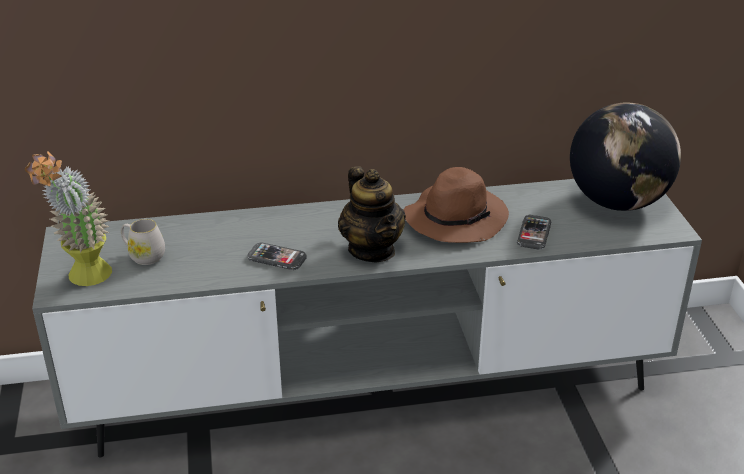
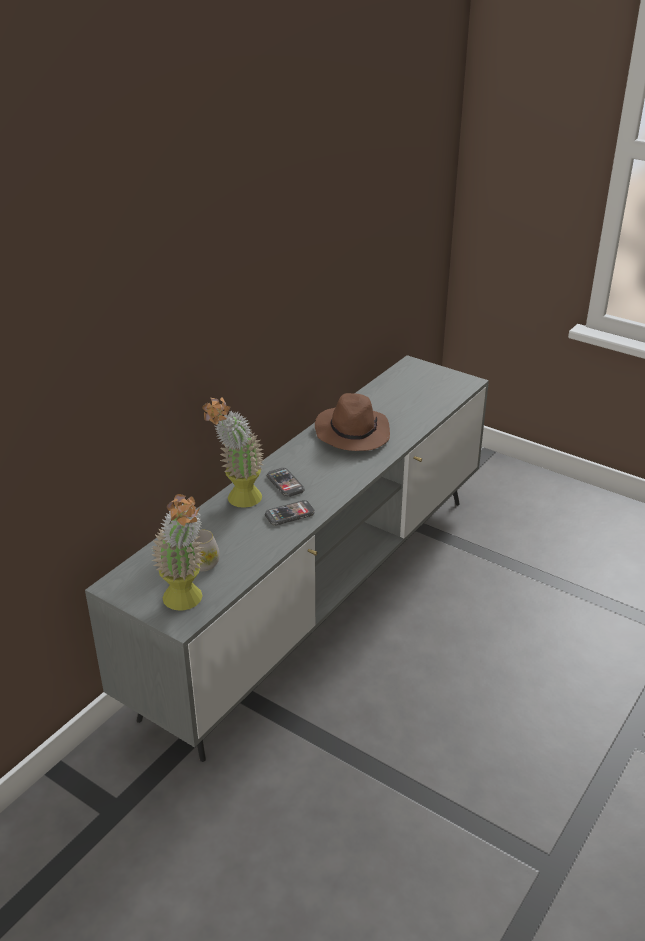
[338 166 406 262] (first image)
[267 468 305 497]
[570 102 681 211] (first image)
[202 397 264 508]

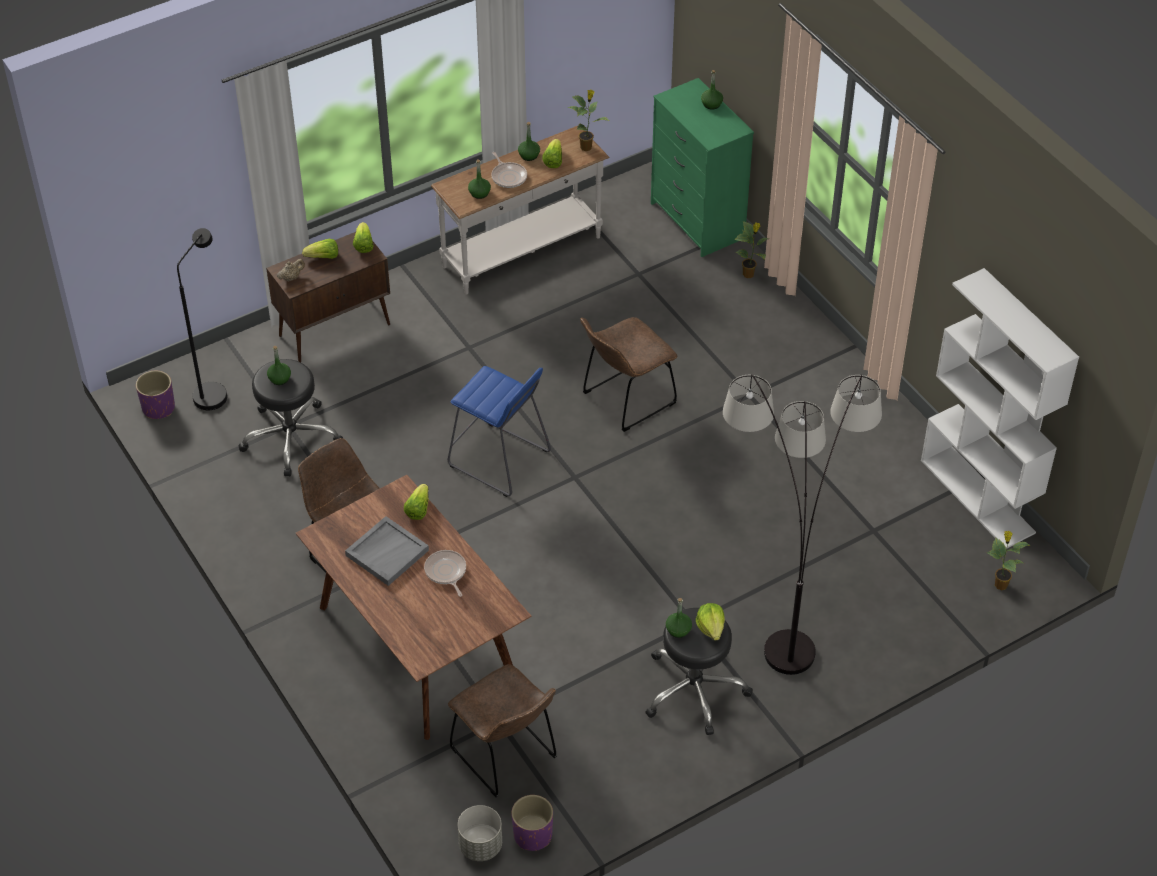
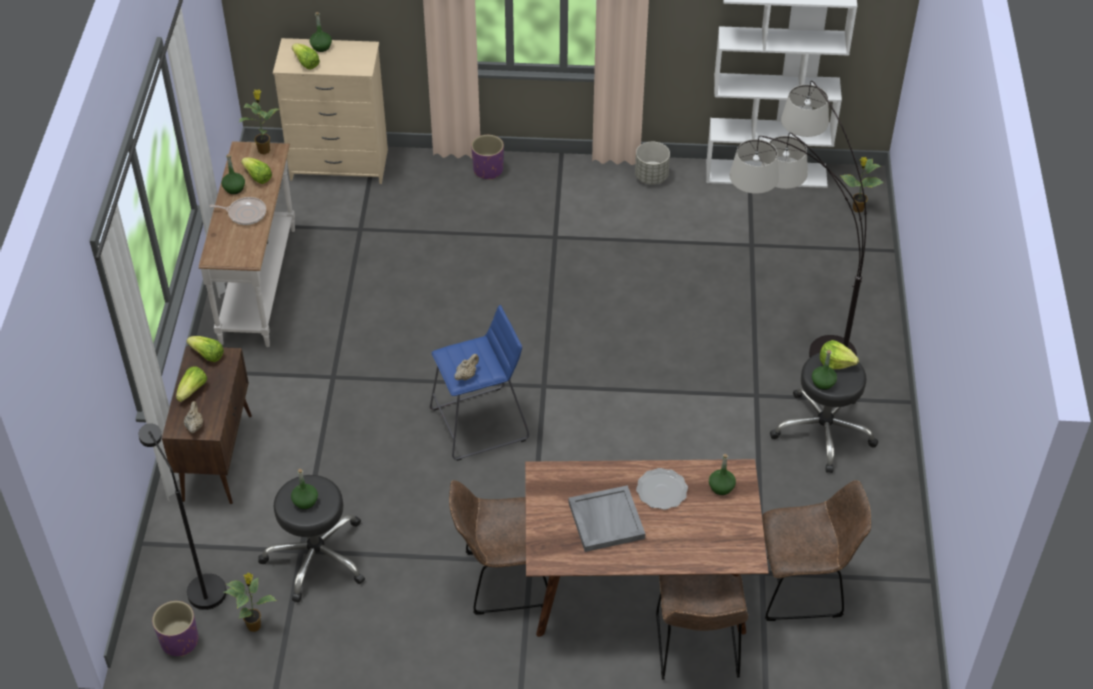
[292 43 320 70]
[636 468 688 510]
[635 142 670 184]
[709 454 736 495]
[471 135 504 180]
[656 574 748 680]
[273 38 388 184]
[223 573 277 632]
[454 354 479 381]

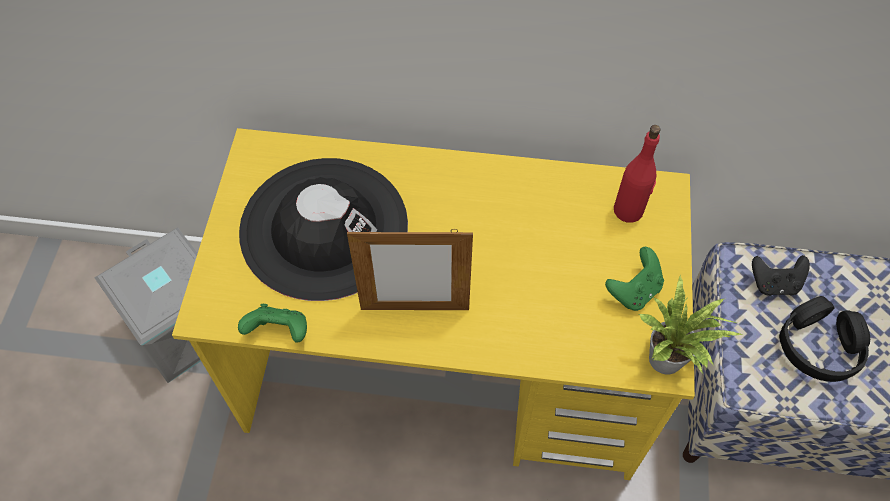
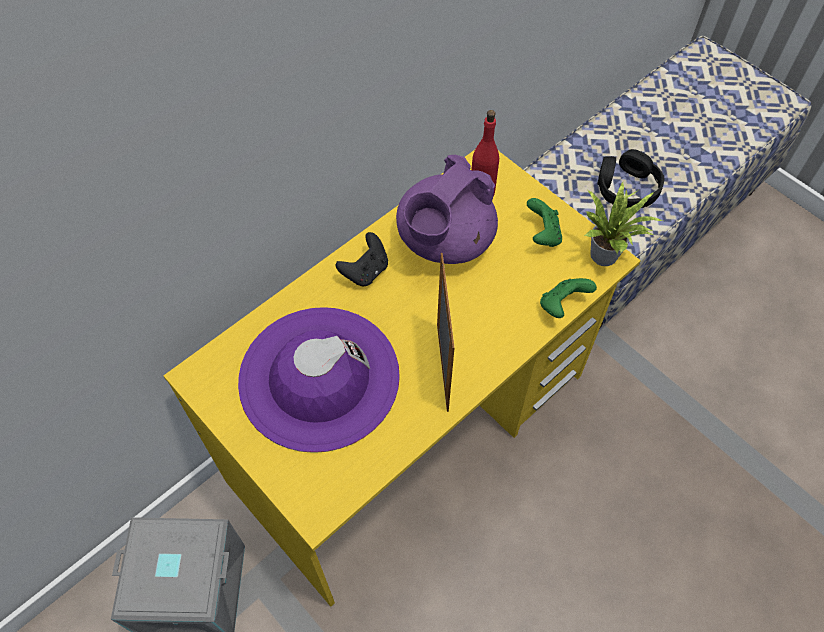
[540 278 597 318]
[238 307 400 453]
[437 253 455 412]
[336 232 388 287]
[396 155 498 264]

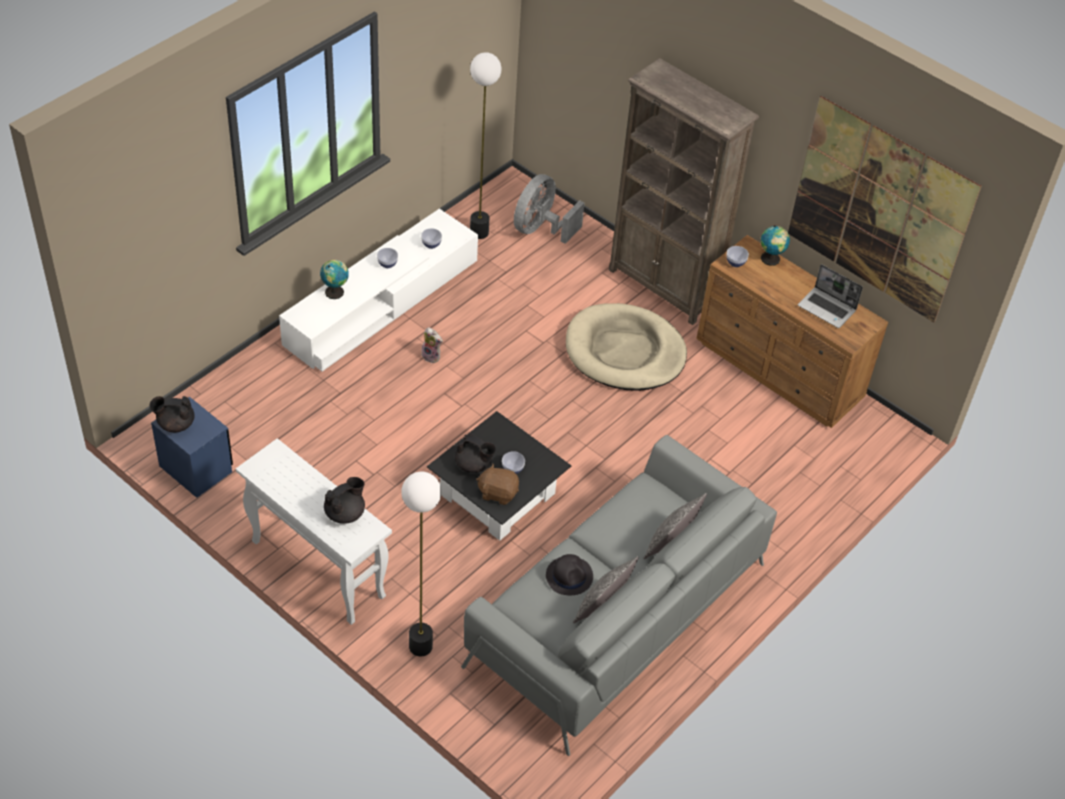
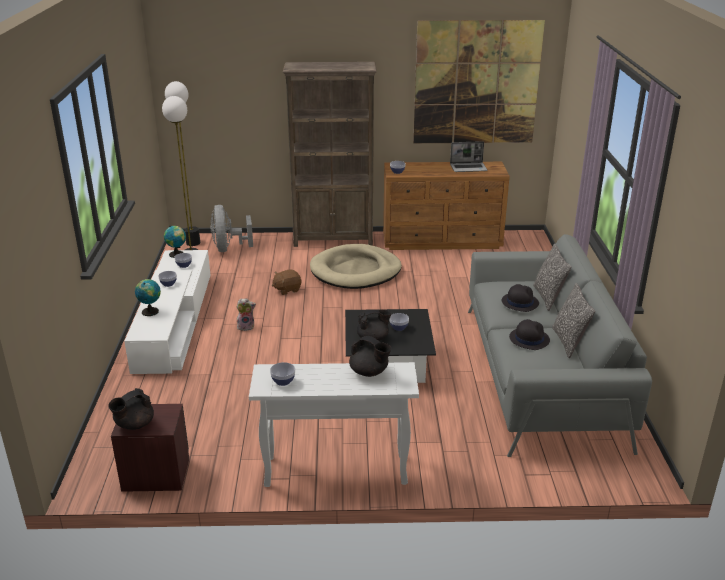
[111 404 189 492]
[349 336 392 377]
[165 81 200 246]
[272 269 301 295]
[164 226 186 258]
[270 362 295 386]
[502 284 539 312]

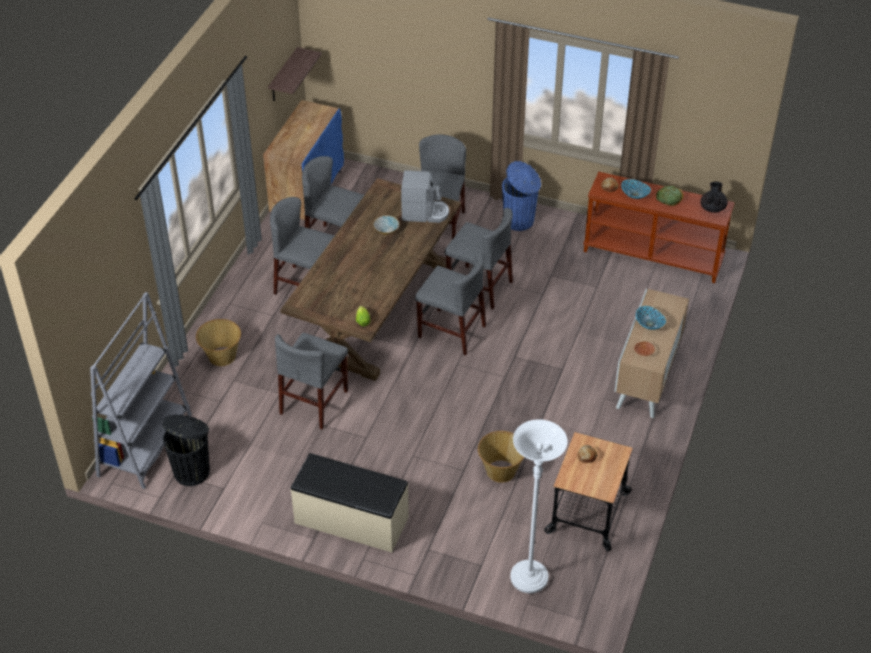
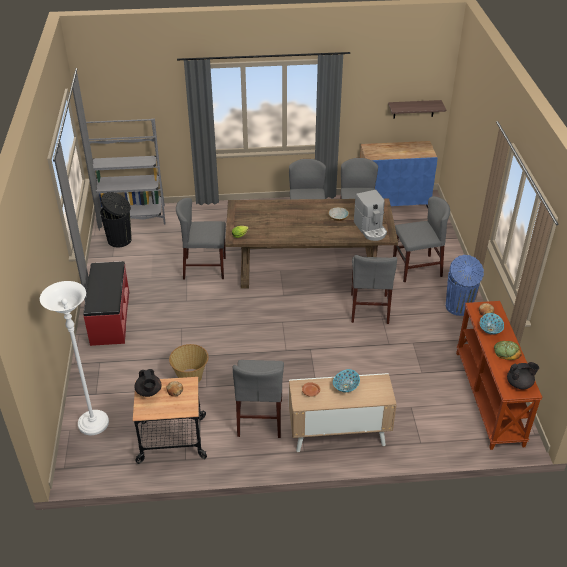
[196 319 241 366] (first image)
[83 261 129 346]
[233 360 284 438]
[134 369 162 397]

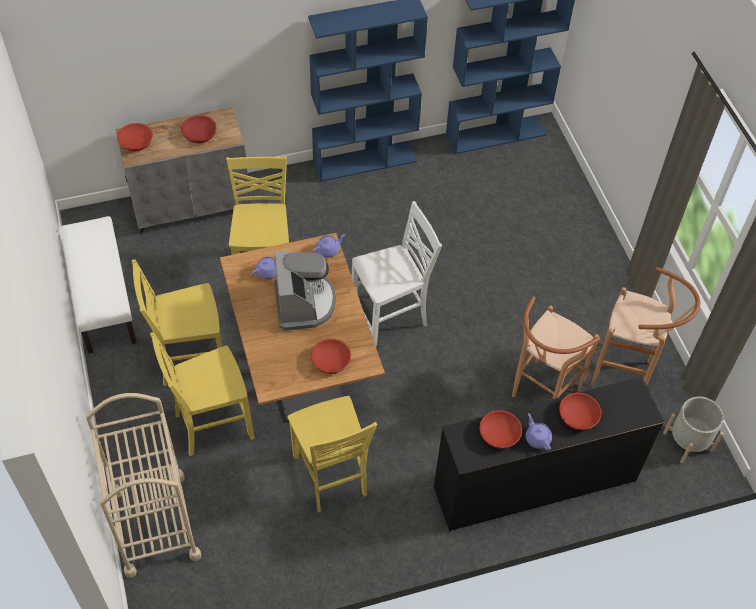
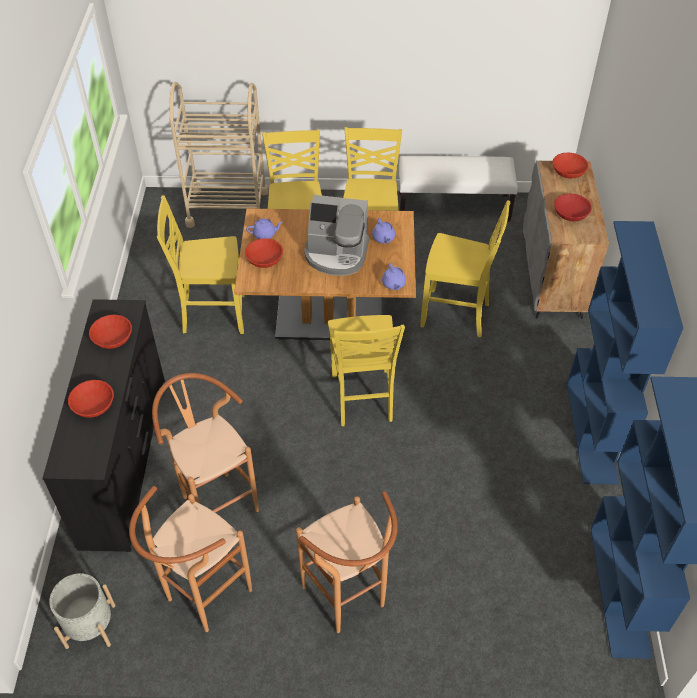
[328 315 405 426]
[246 218 283 239]
[296 491 398 633]

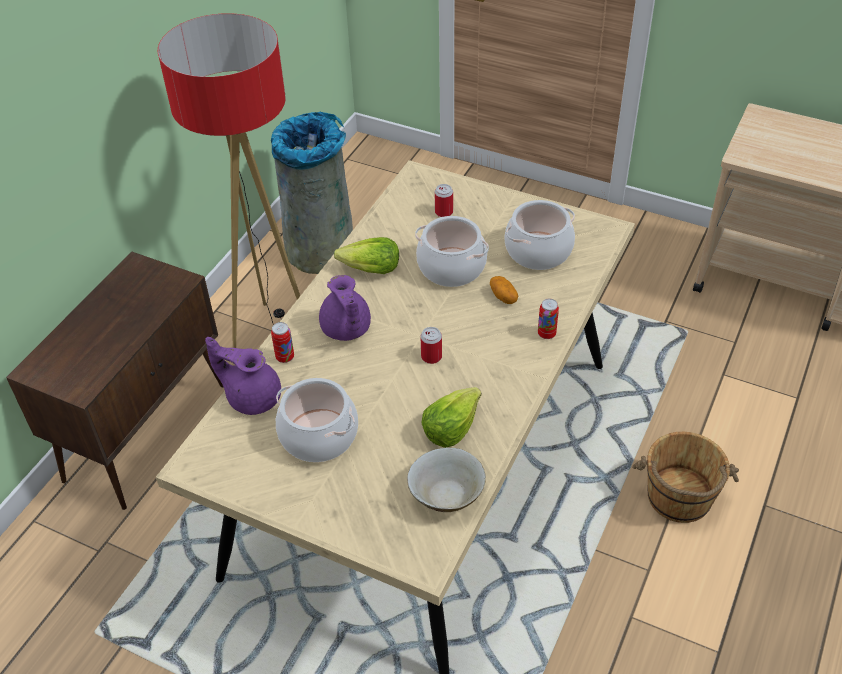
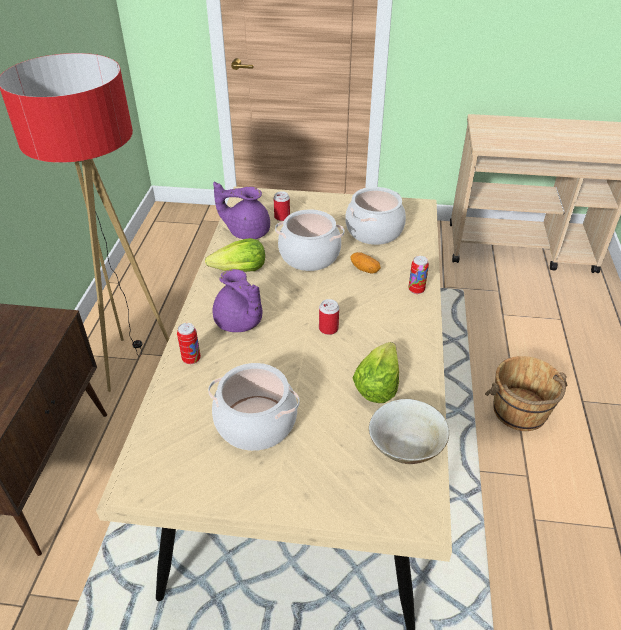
[213 182 270 239]
[271 112 353 274] (first image)

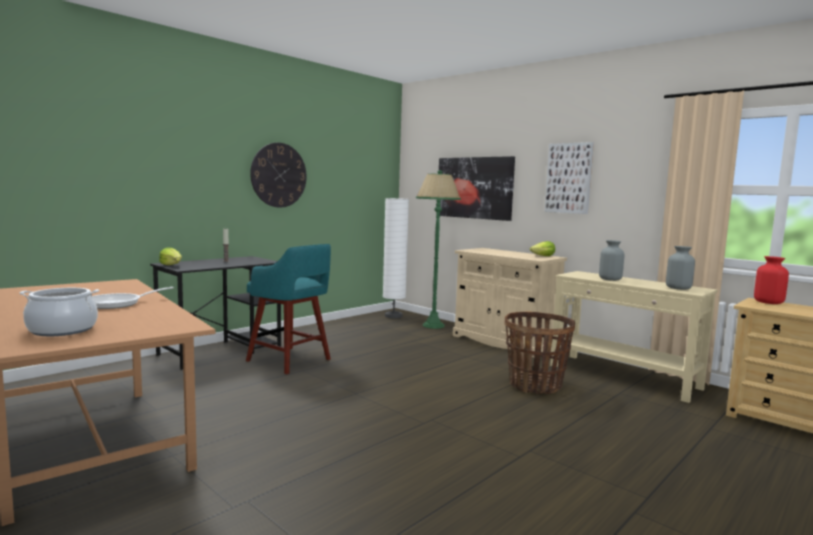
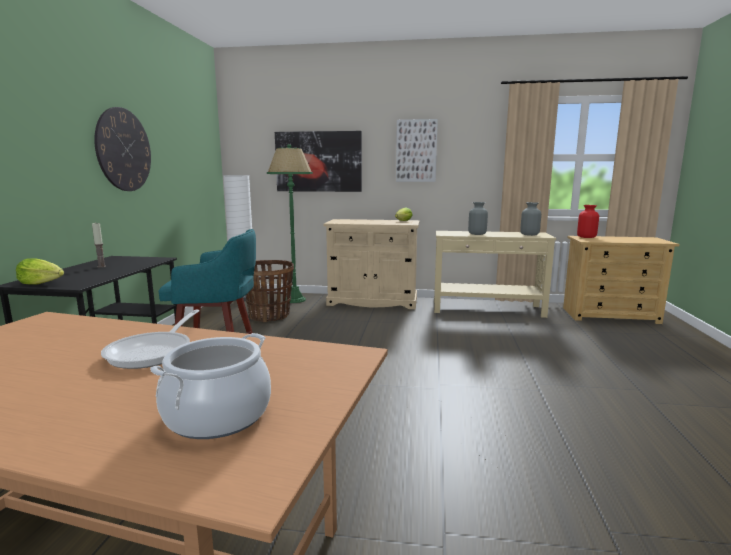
[245 260 294 322]

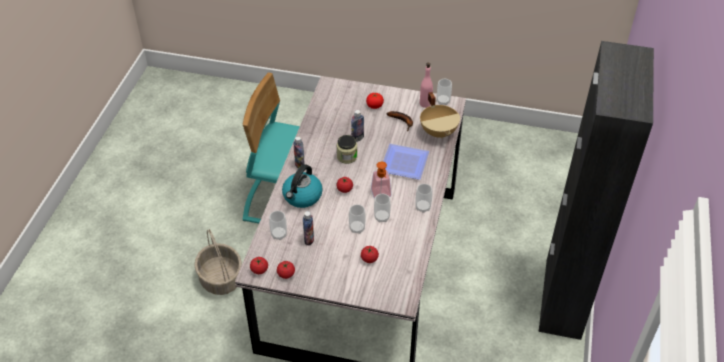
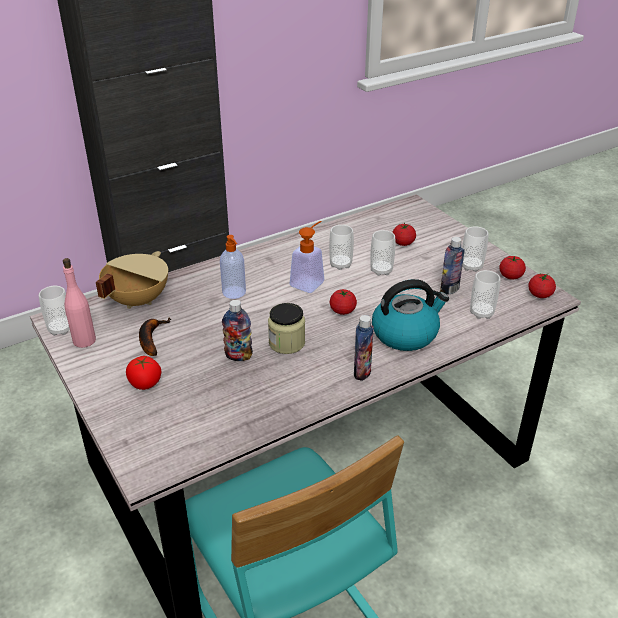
[194 229 242 295] (first image)
[220 235 246 299]
[462 226 488 272]

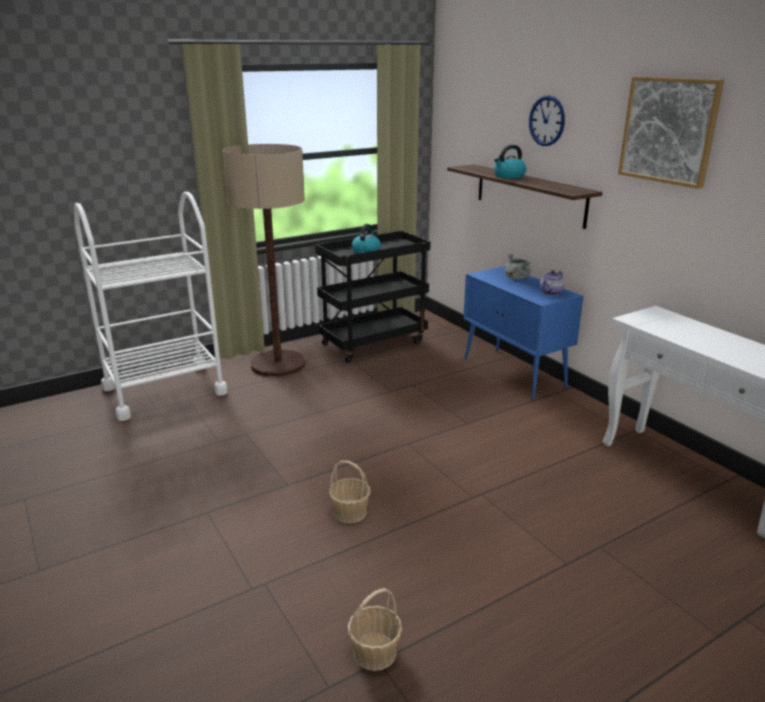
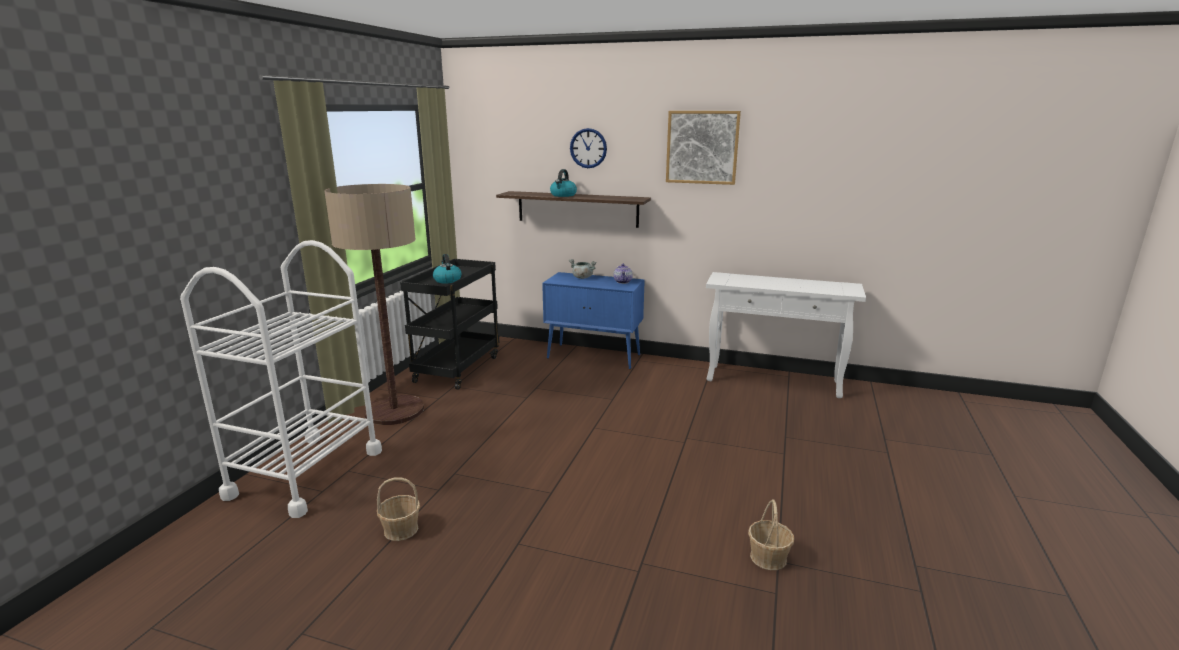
[377 478 420 541]

